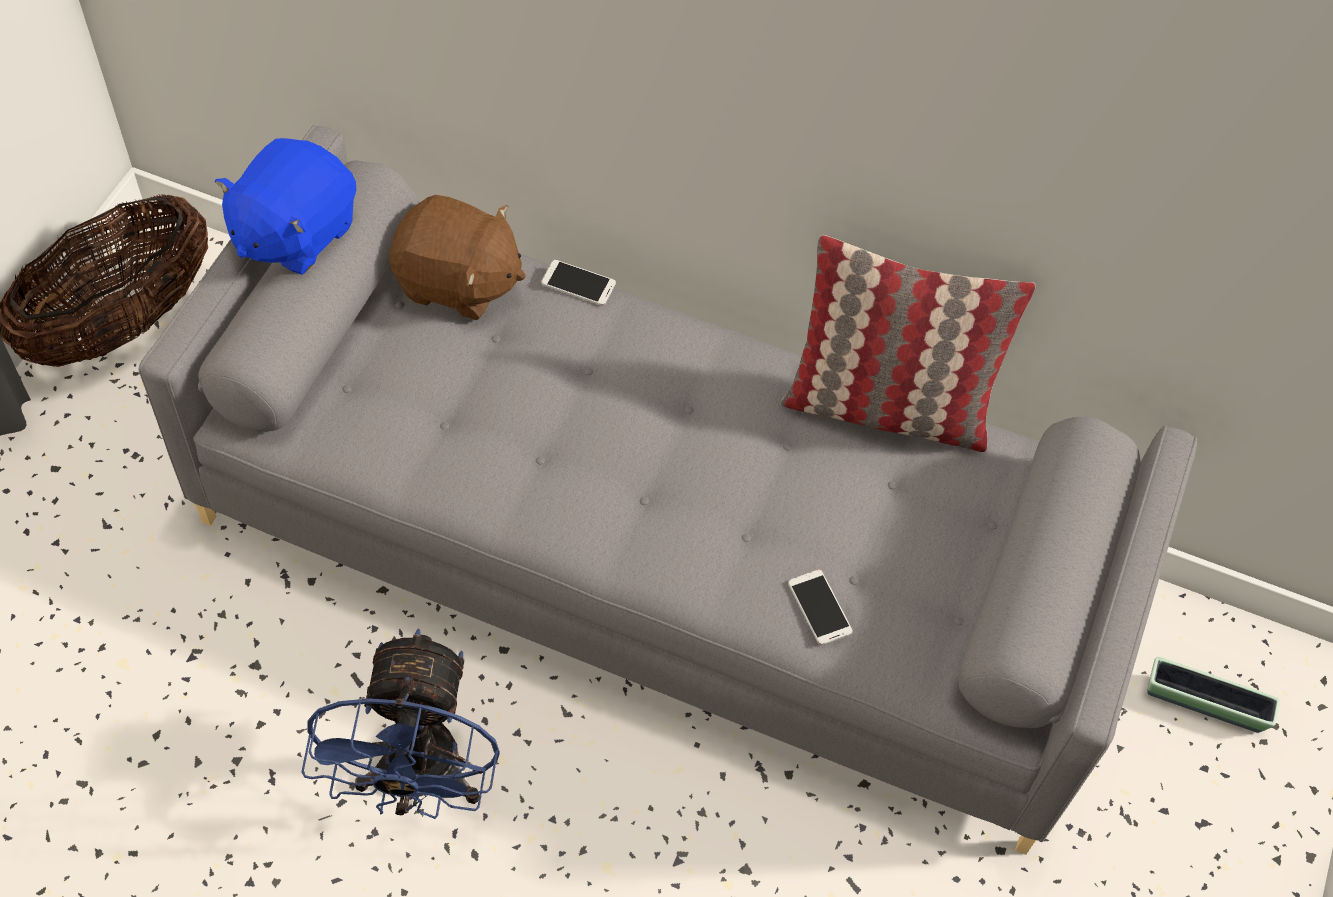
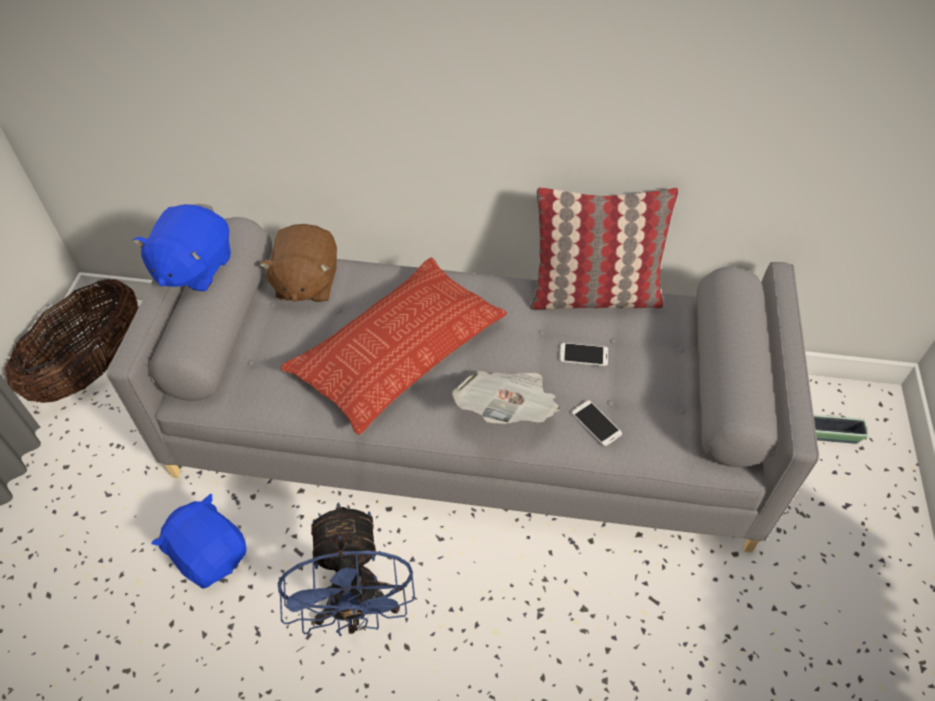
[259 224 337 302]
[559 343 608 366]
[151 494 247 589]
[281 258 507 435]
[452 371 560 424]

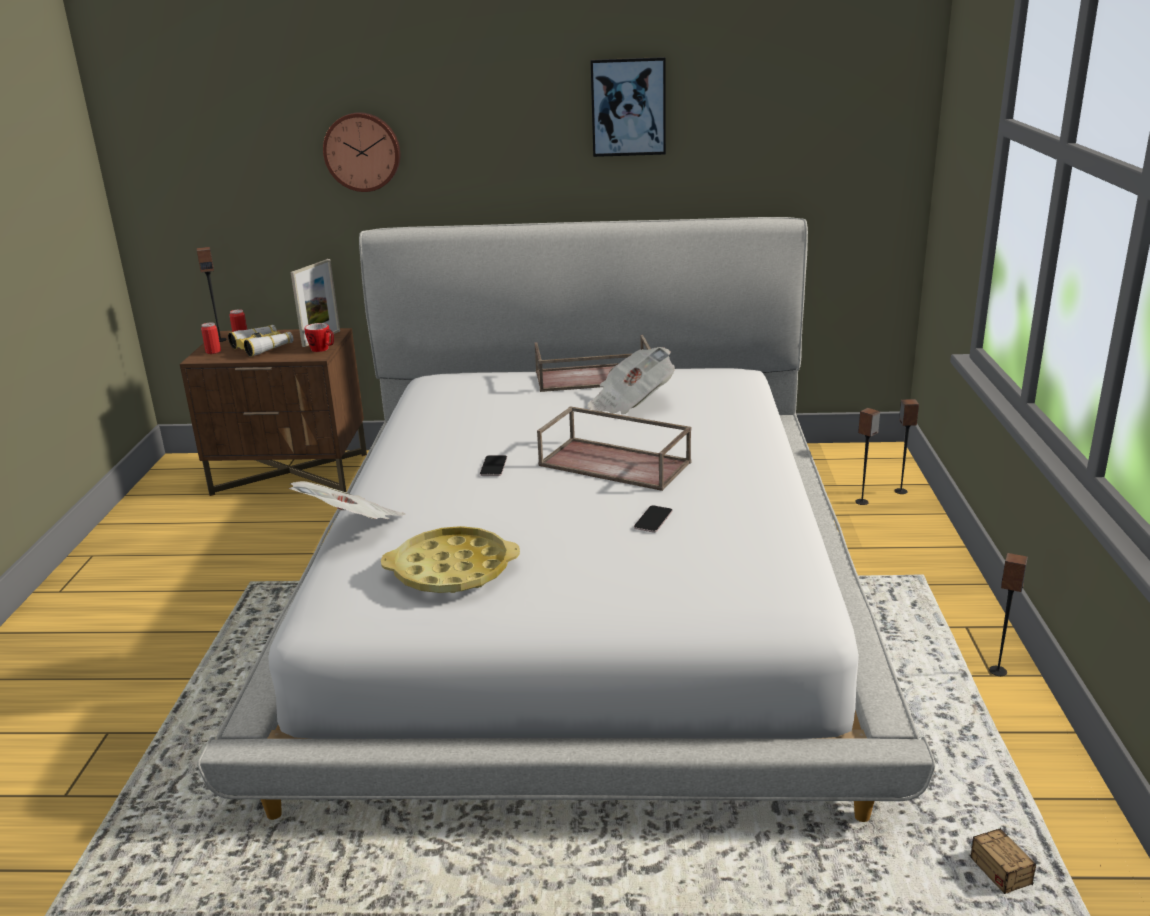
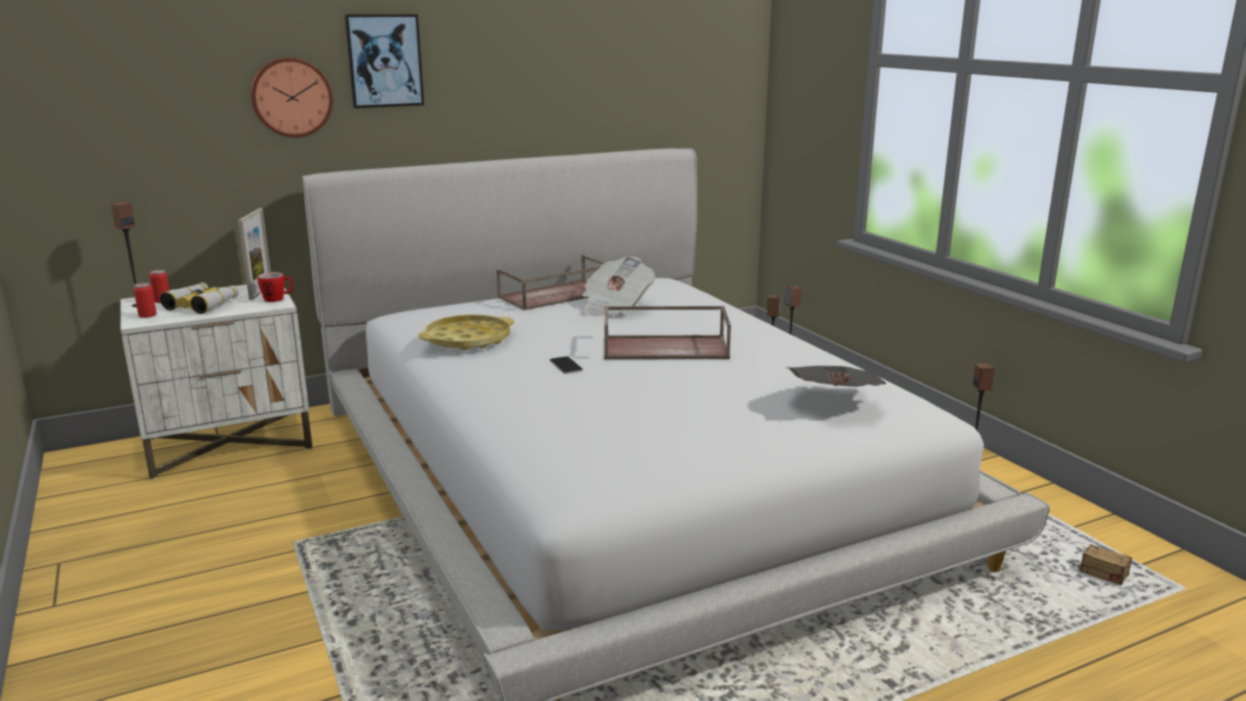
[120 285 313 480]
[786 366 886 387]
[418 315 514 350]
[345 14 424 108]
[634 505 673 532] (first image)

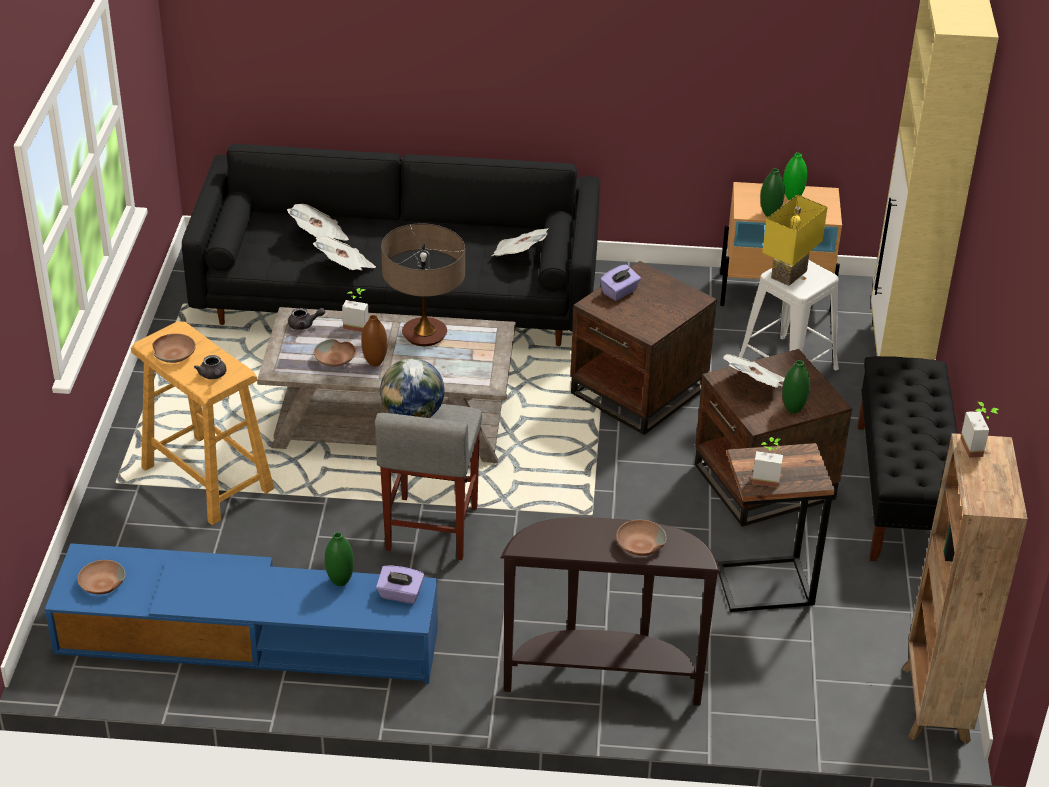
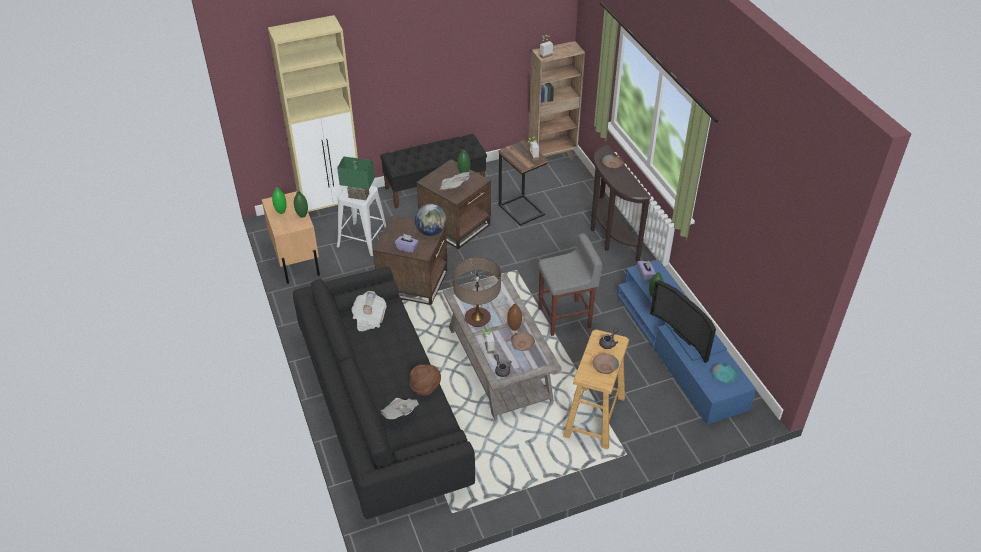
[713 364 738 383]
[410 365 441 396]
[415 204 447 236]
[337 156 375 200]
[650 280 716 363]

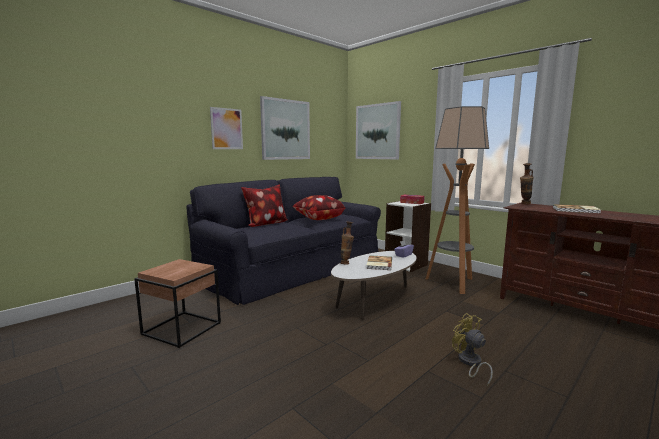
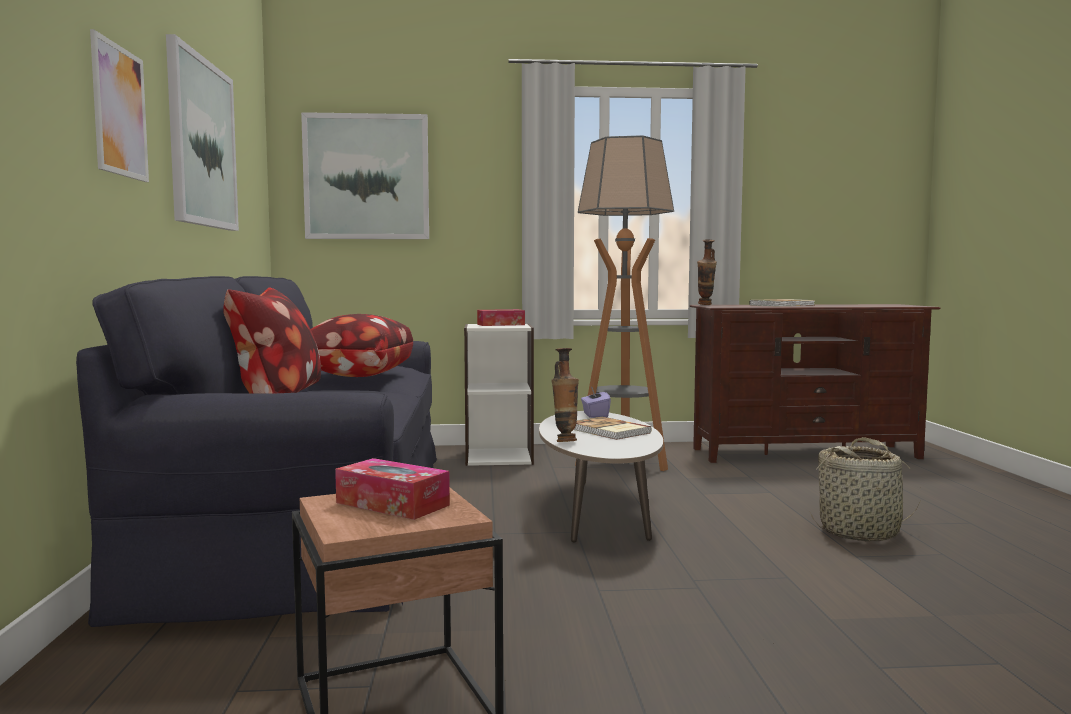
[810 437 921 541]
[335 458 450 520]

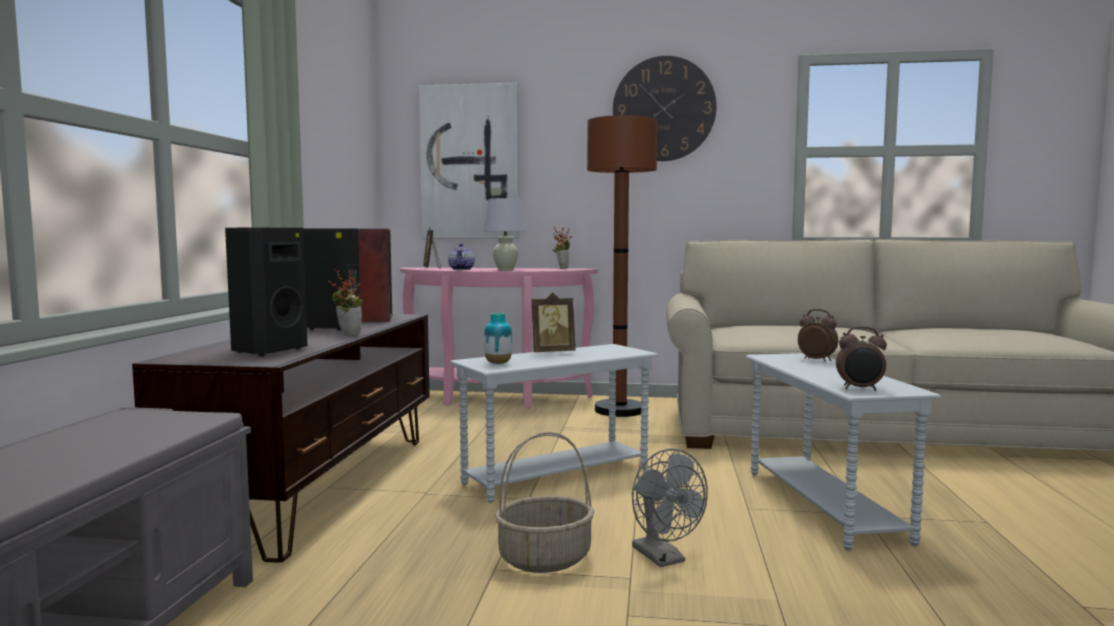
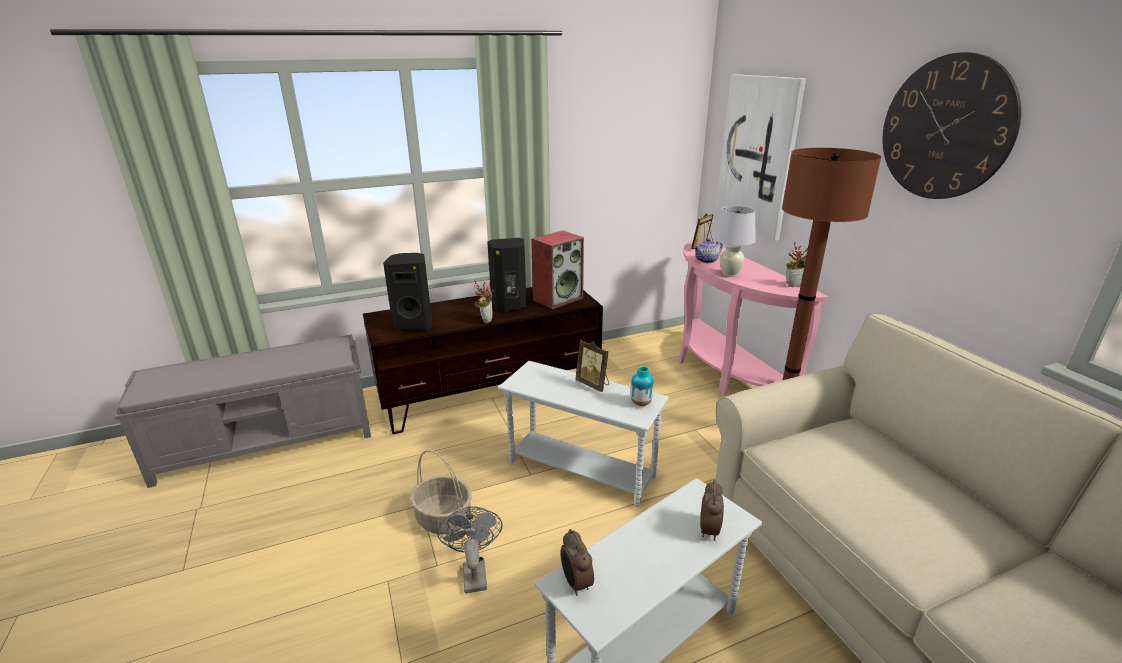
[631 366 654 406]
[437 506 503 594]

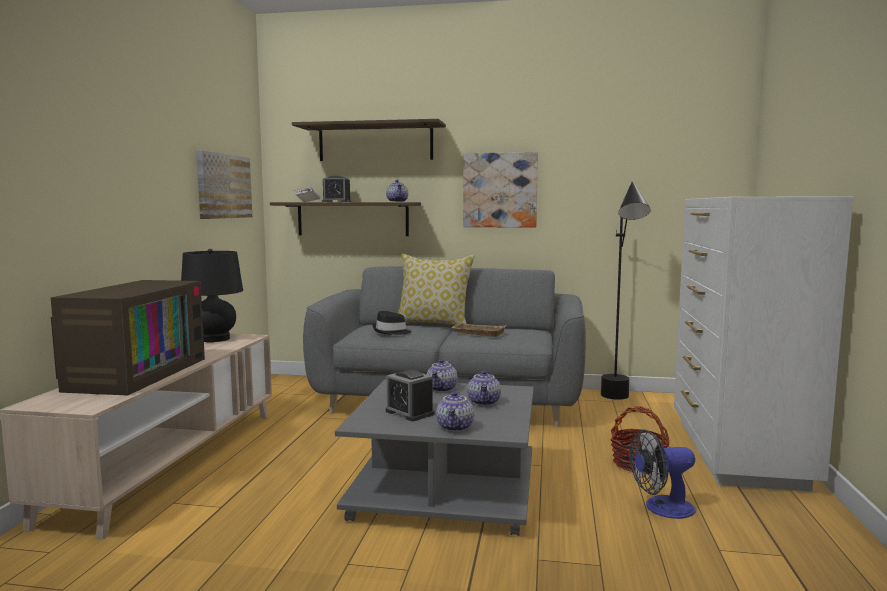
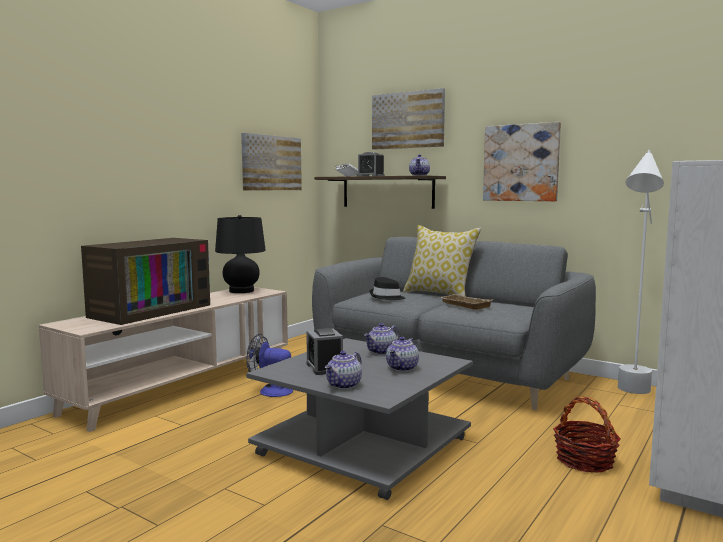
[372 88 445 150]
[618 150 664 394]
[246 334 293 397]

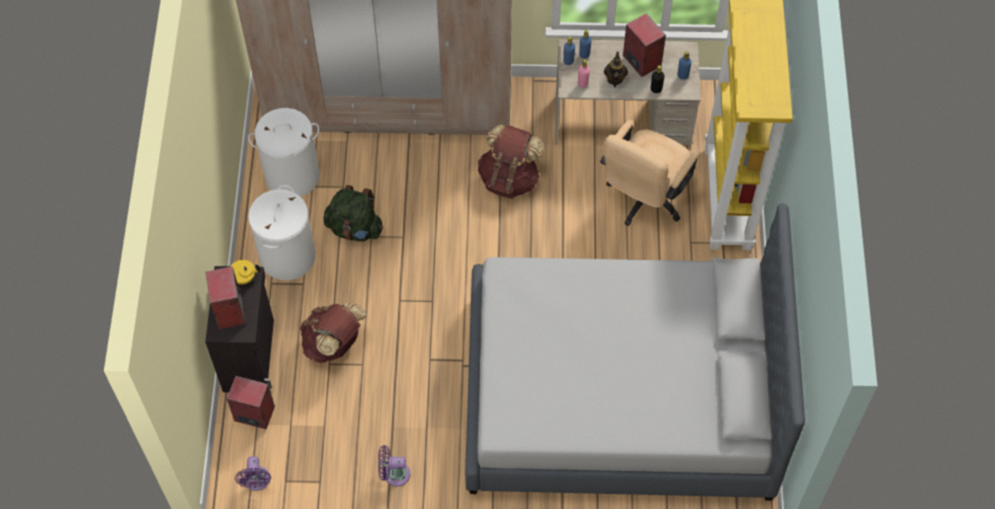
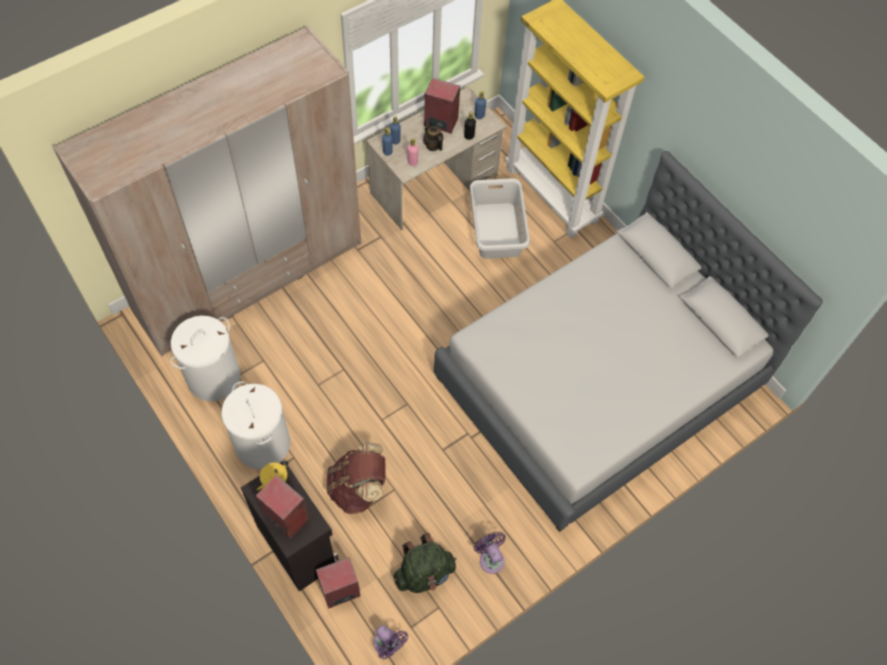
[393 533 457 593]
[474 532 506 574]
[478 124 544 199] (first image)
[470 178 530 259]

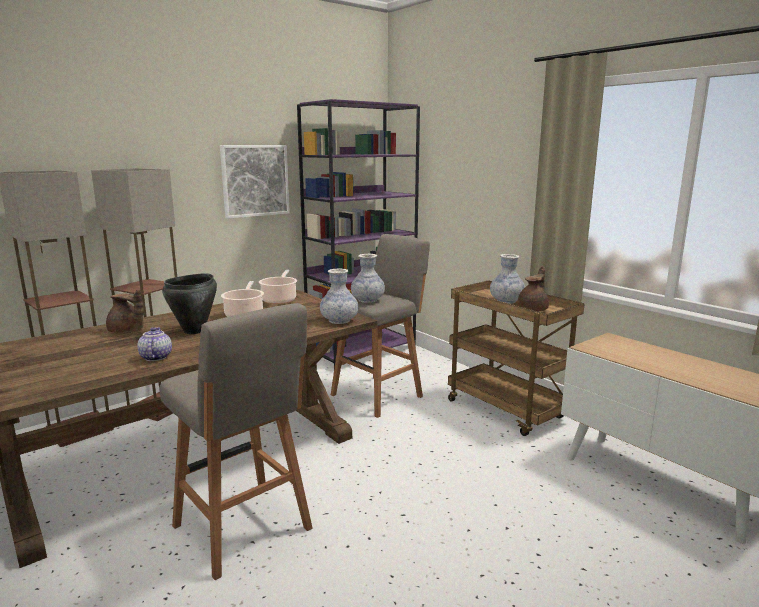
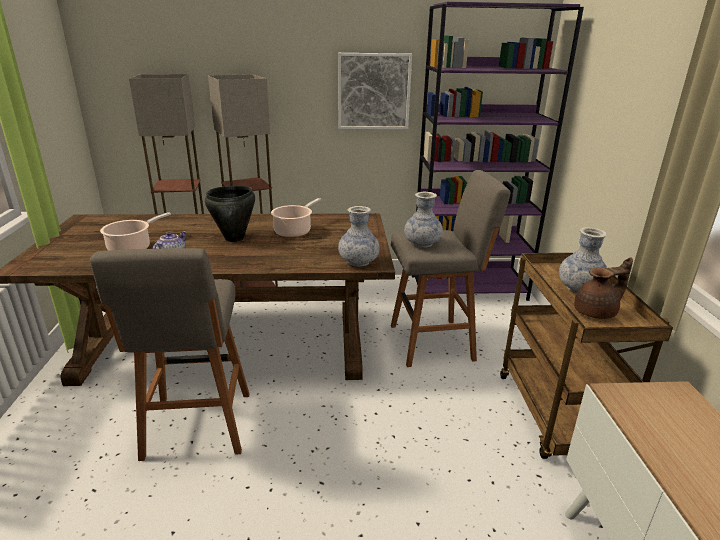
[106 290 144 334] (first image)
[100 212 171 251]

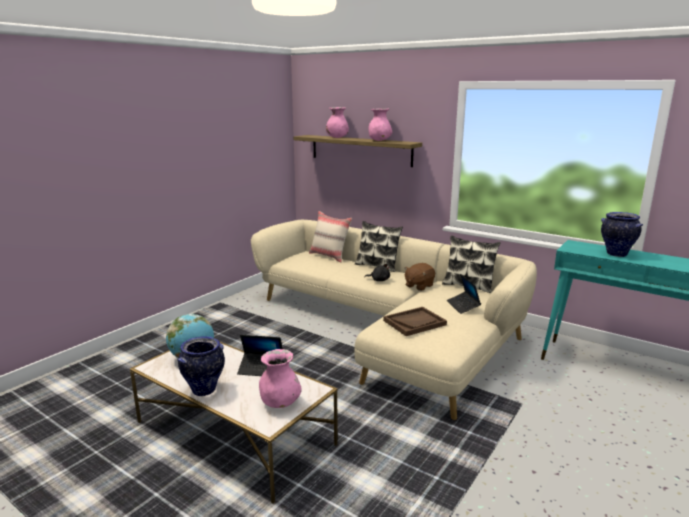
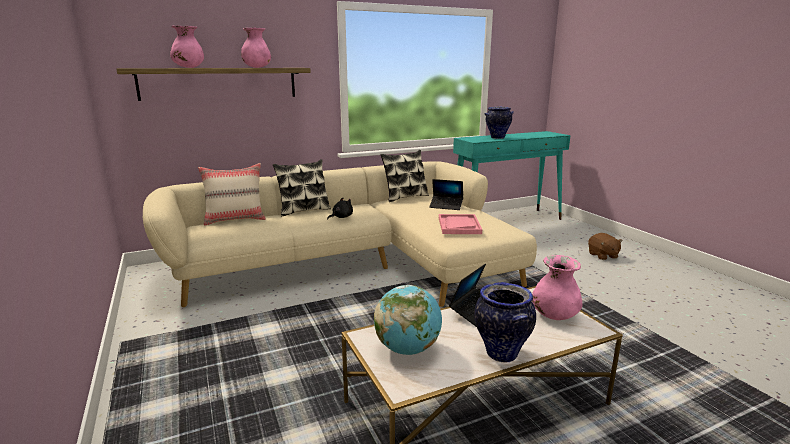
[439 214 482 234]
[588 233 623 260]

